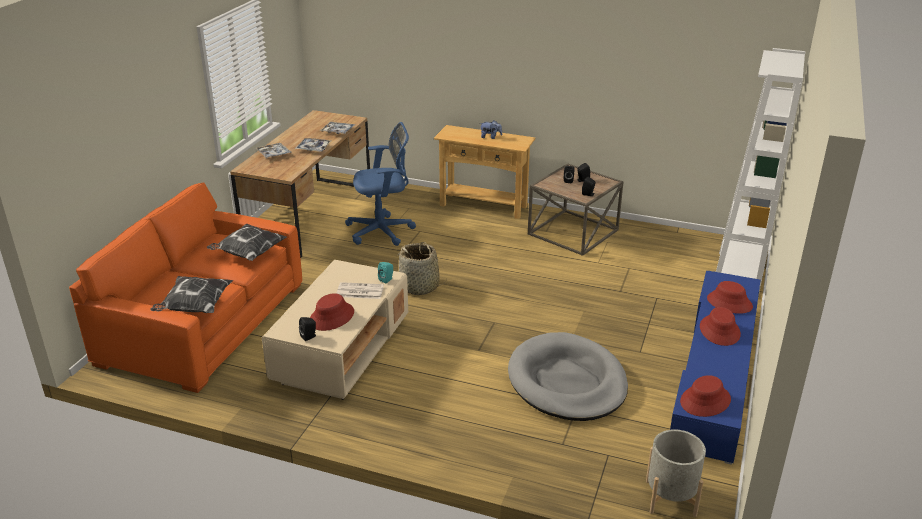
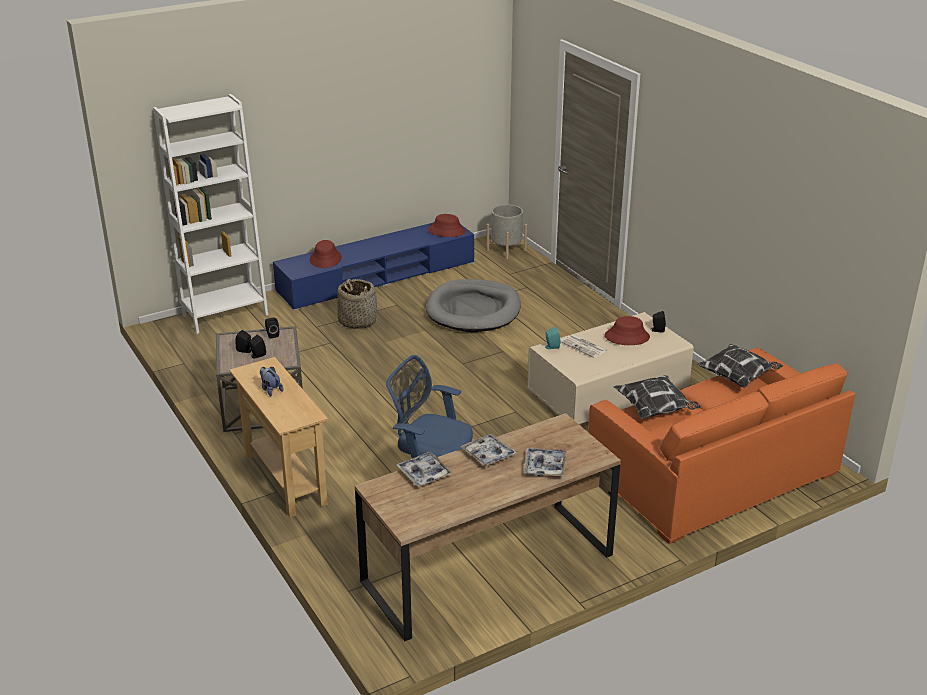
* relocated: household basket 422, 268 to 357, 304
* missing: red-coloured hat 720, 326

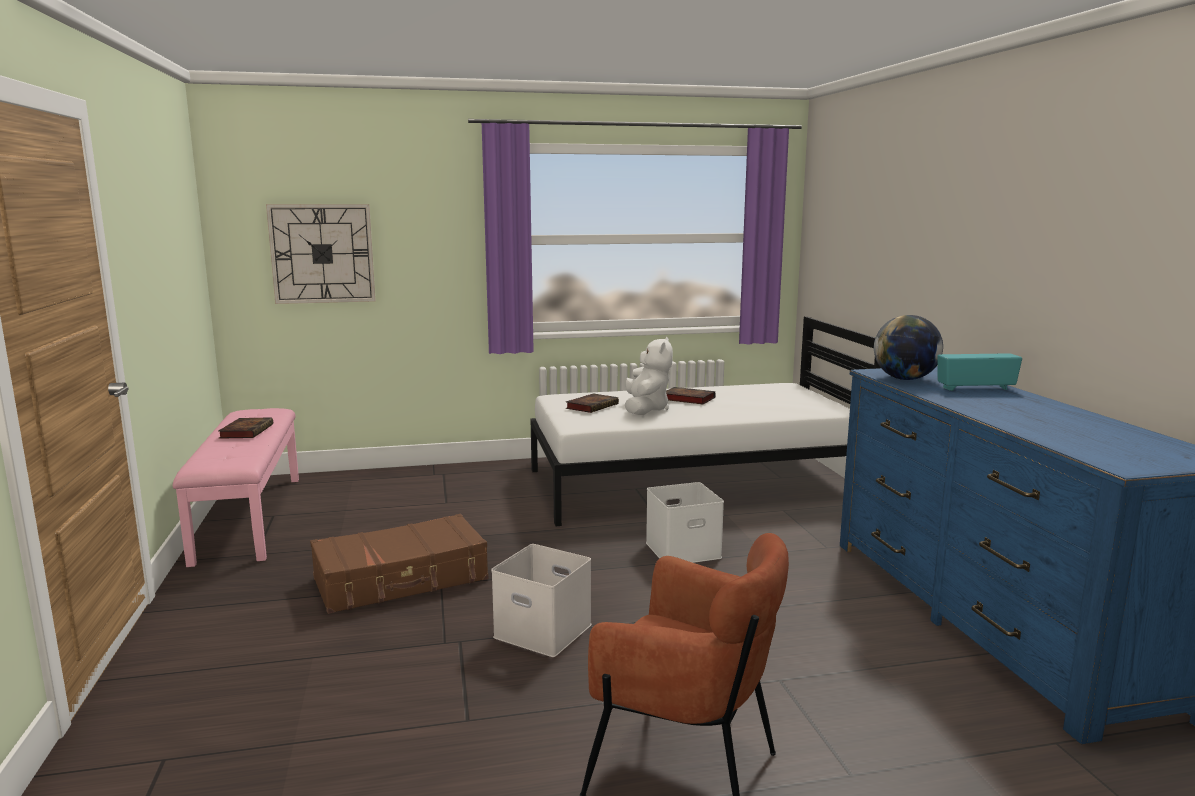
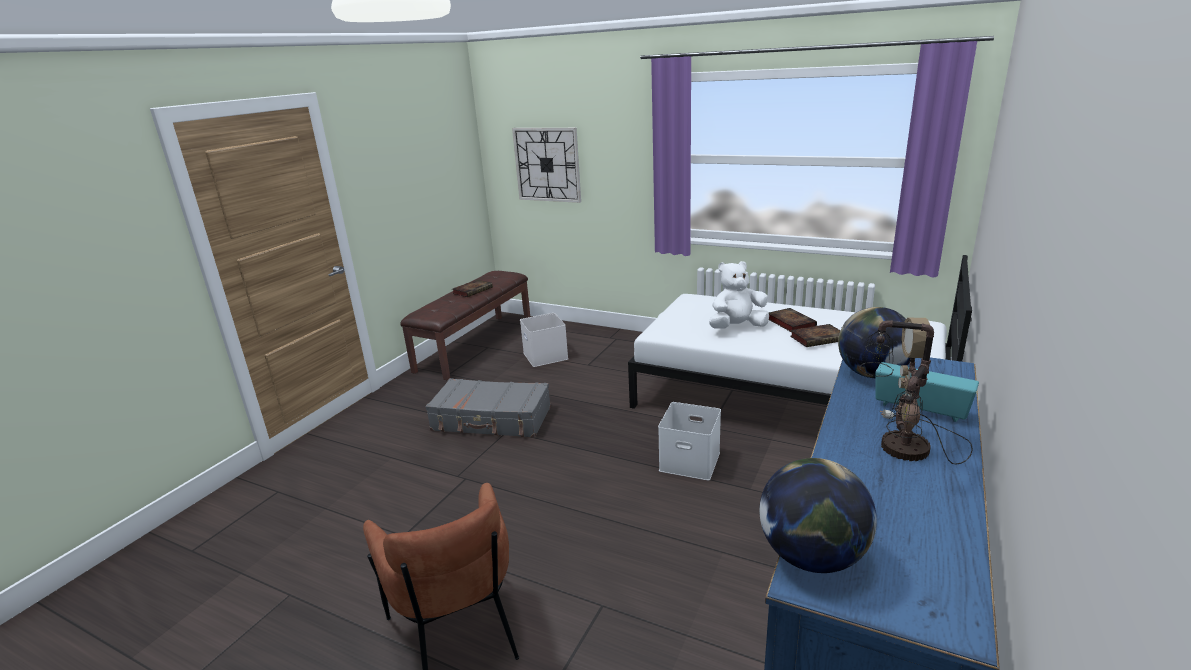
* colour: pinkish indoor bench 236, 487 to brown-coloured indoor bench 465, 326
* colour: brown-coloured travel case 399, 564 to greyish travel case 488, 408
* relocated: whitish storage bin 541, 600 to 544, 340
* spun: whitish cuddly toy 649, 376 = 739, 295 150 degrees counterclockwise
* appeared: desk globe 818, 515
* relocated: volume 592, 403 to 815, 335
* appeared: lamp for a table 916, 391

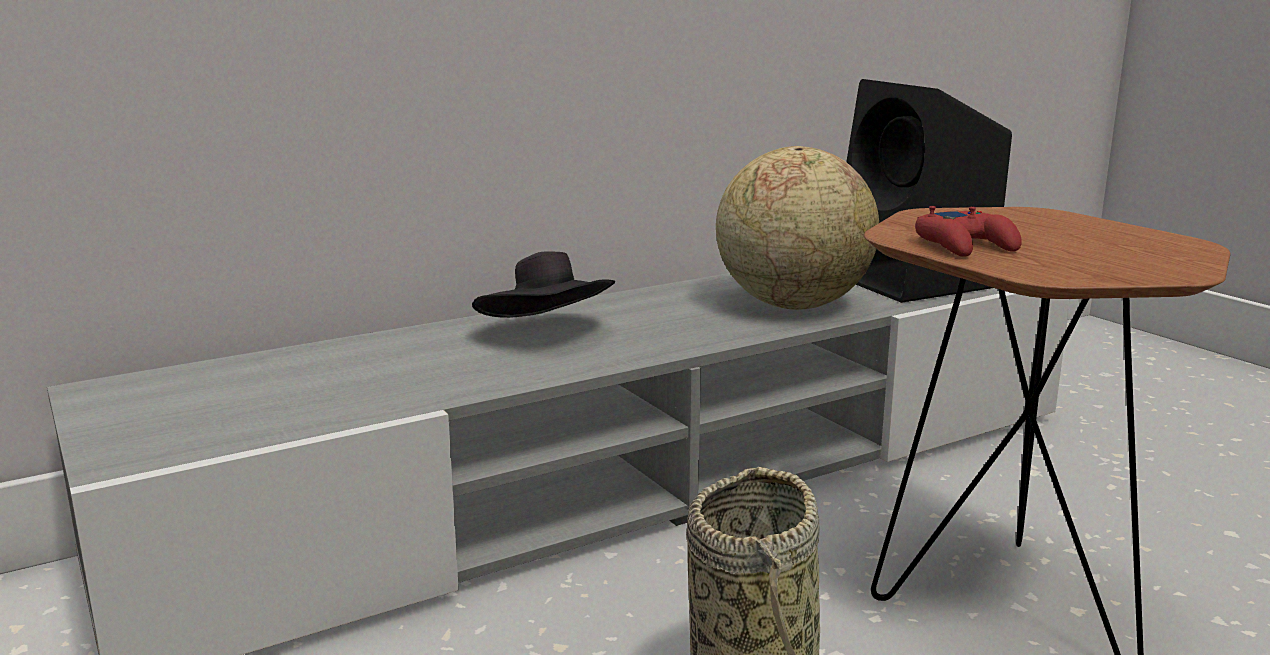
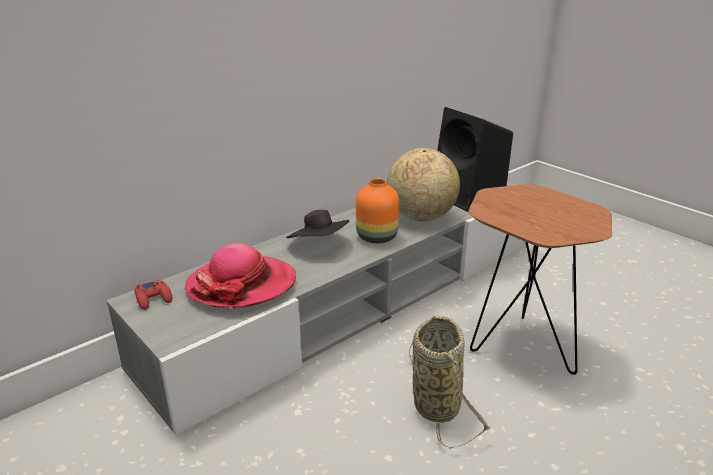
* relocated: red-coloured game controller 968, 231 to 153, 295
* appeared: hat 240, 276
* appeared: orangey decorative vase 378, 210

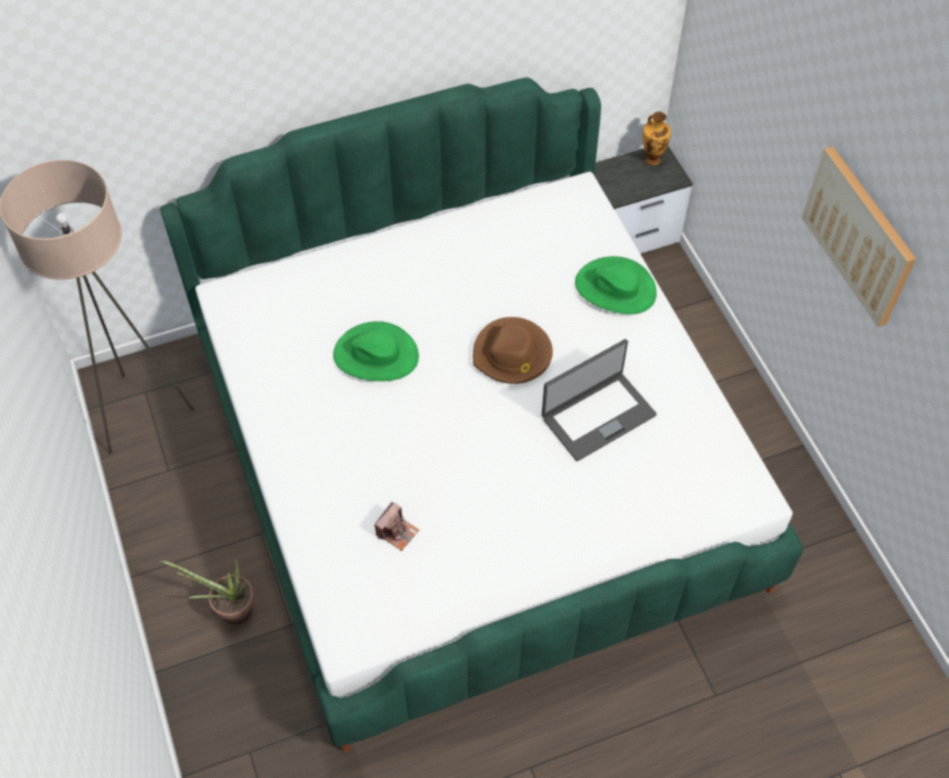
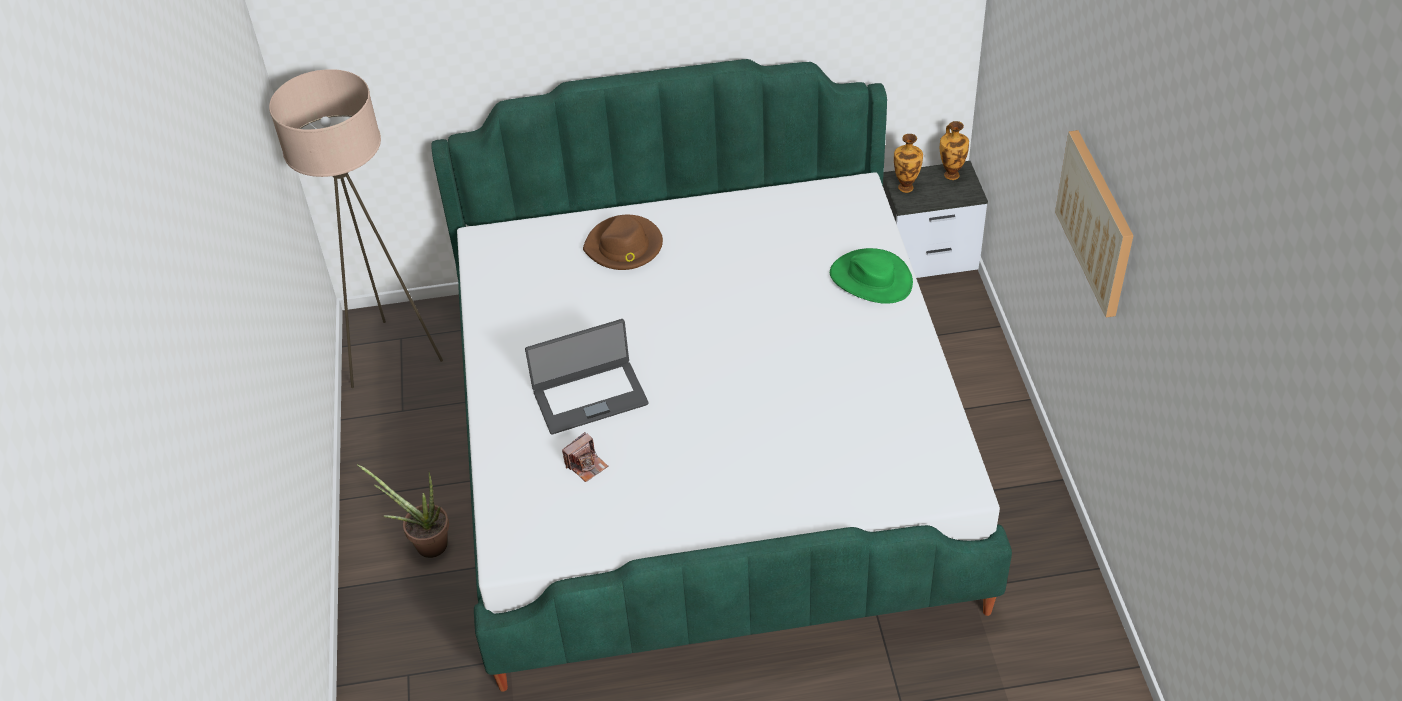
* relocated: laptop 599, 400 to 587, 377
* relocated: brown-coloured hat 513, 350 to 623, 242
* appeared: decorative vase 908, 163
* missing: green hat 376, 351

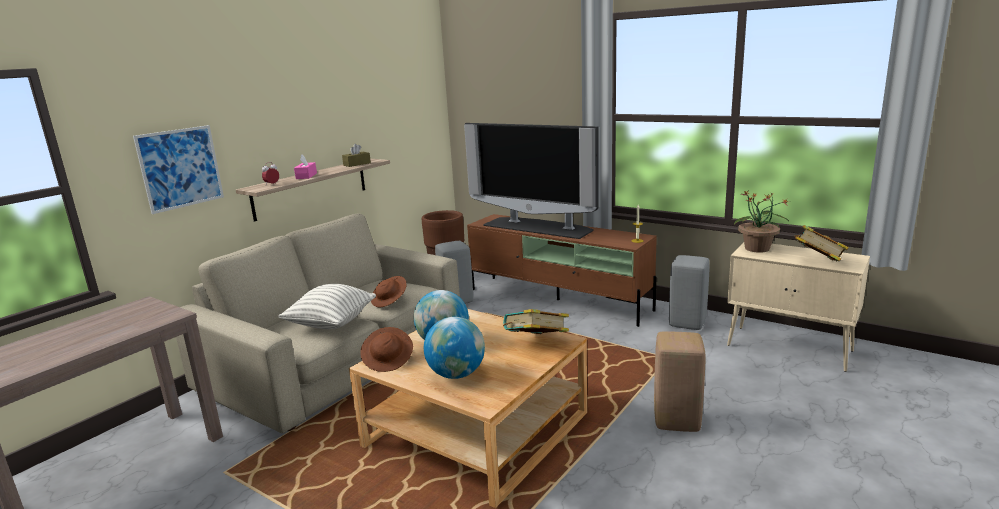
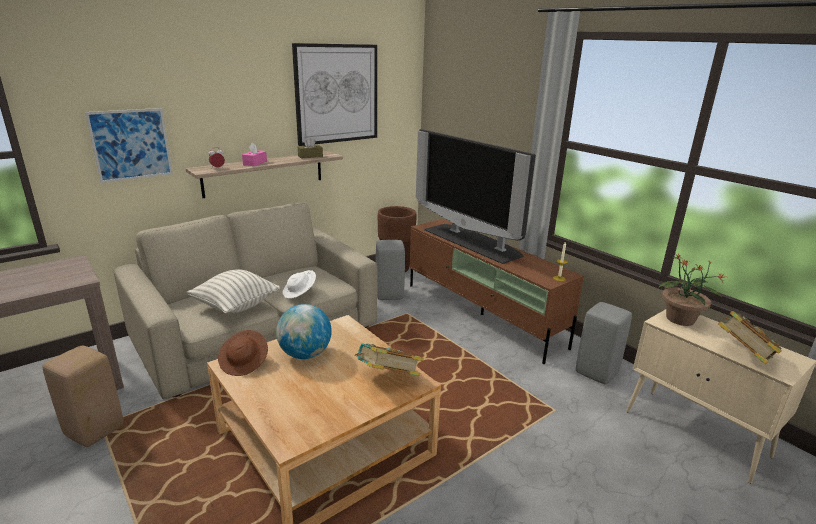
* relocated: beige-coloured stool 680, 381 to 83, 396
* colour: brown-coloured hat 388, 292 to whitish hat 299, 284
* appeared: wall art 334, 94
* missing: desk globe 454, 348

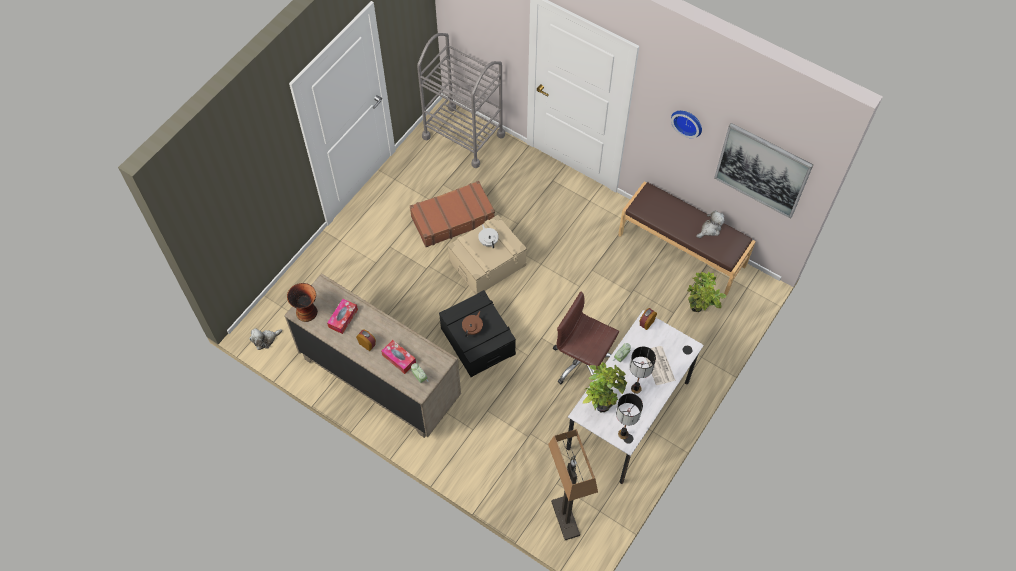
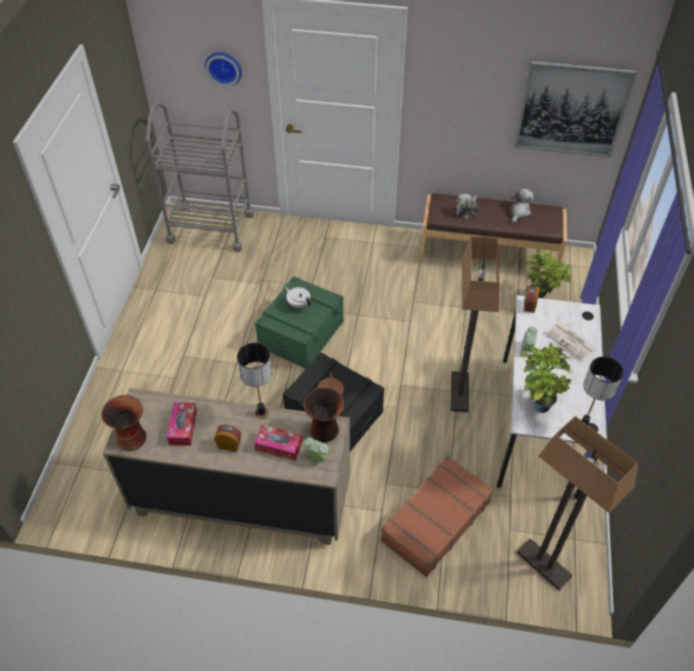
* relocated: hanging clock 686, 124 to 223, 69
* relocated: lamp for a table 642, 370 to 254, 381
* colour: beige-coloured storage bin 487, 255 to green storage bin 299, 322
* appeared: decorative vase 324, 414
* relocated: brown-coloured travel case 452, 214 to 437, 516
* exchanged: brown-coloured office chair 586, 338 to standing lamp 475, 324
* relocated: cuddly toy 265, 339 to 467, 206

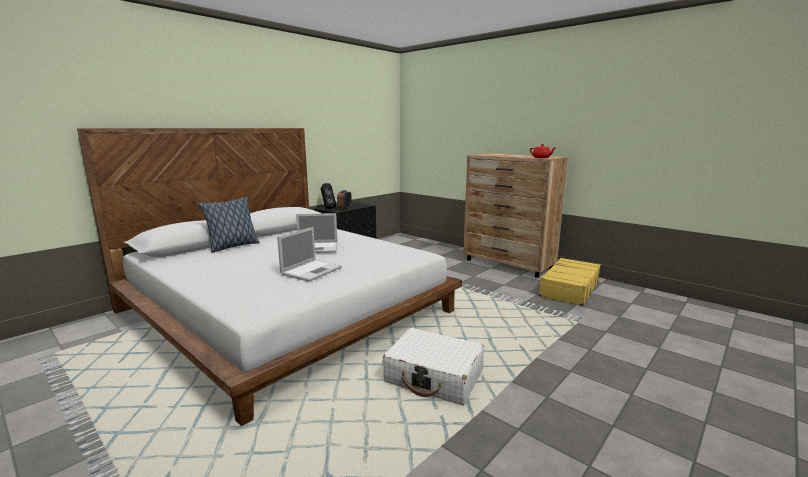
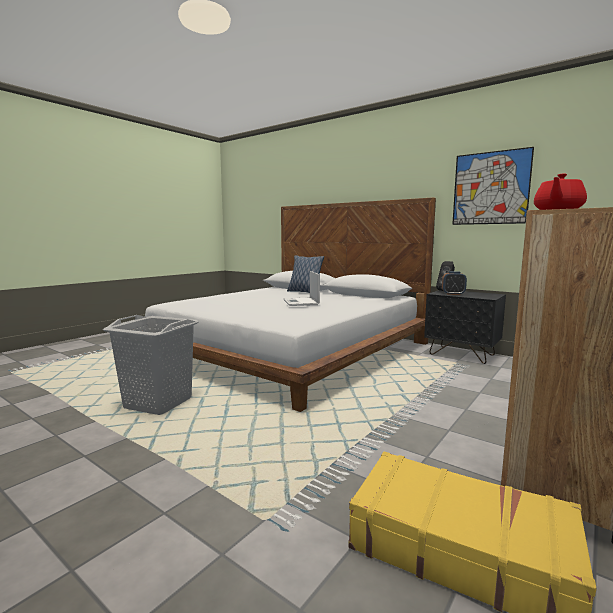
* exchanged: whitish travel case 433, 366 to greyish hamper 150, 365
* appeared: wall art 493, 186
* missing: laptop 309, 254

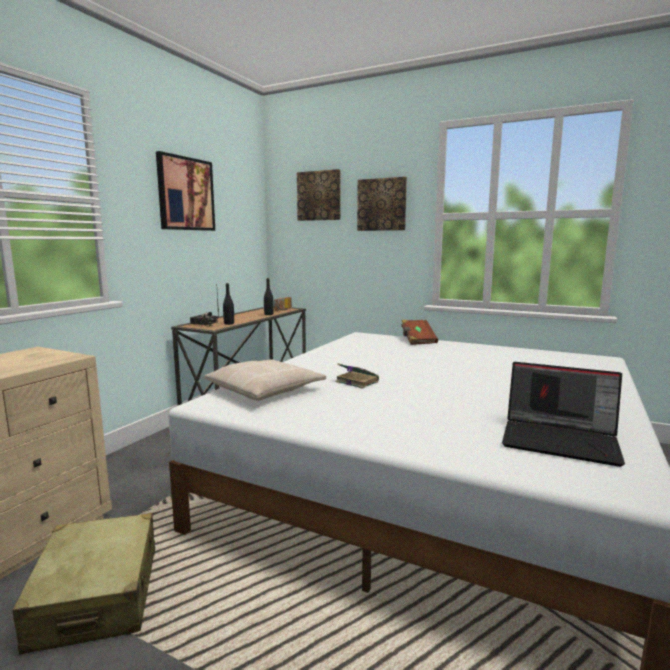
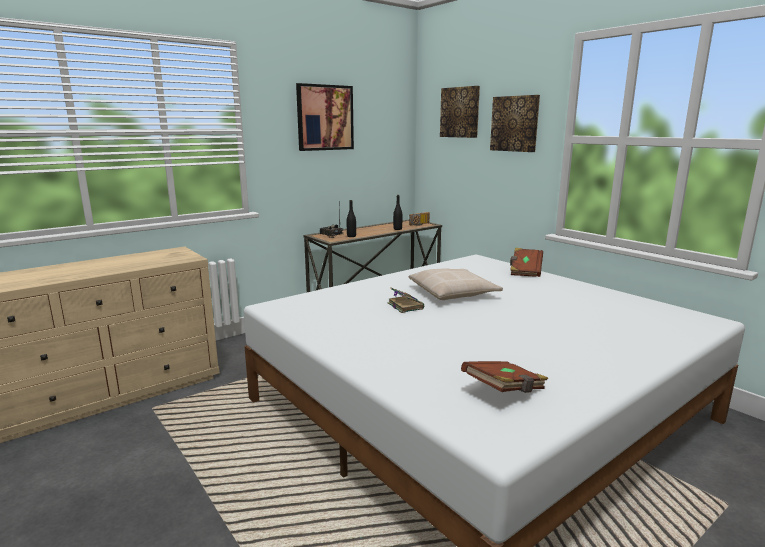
* relocated: beige-coloured cushion 265, 380 to 456, 284
* exchanged: laptop 563, 414 to brown-coloured volume 504, 377
* missing: beige-coloured travel case 84, 584

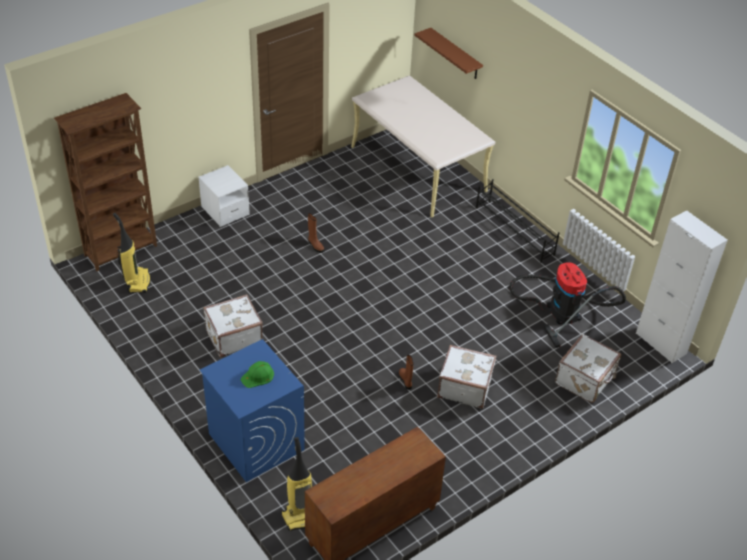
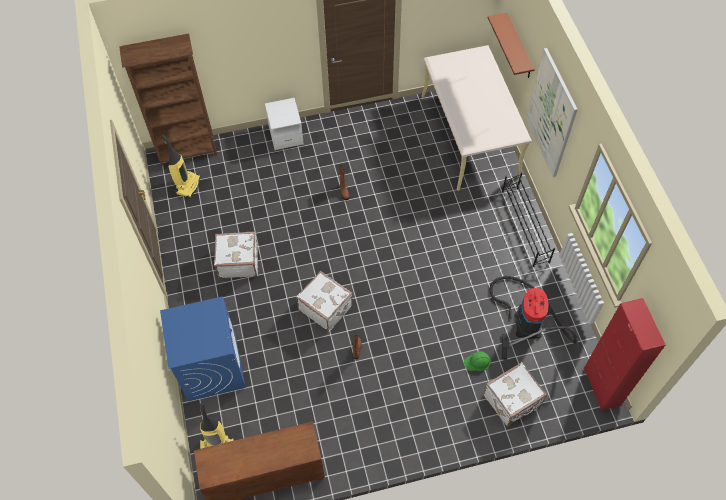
* relocated: whitish travel case 466, 377 to 324, 301
* relocated: green safety helmet 257, 374 to 477, 361
* appeared: wall art 552, 112
* colour: whitish storage cabinet 682, 286 to red-coloured storage cabinet 625, 354

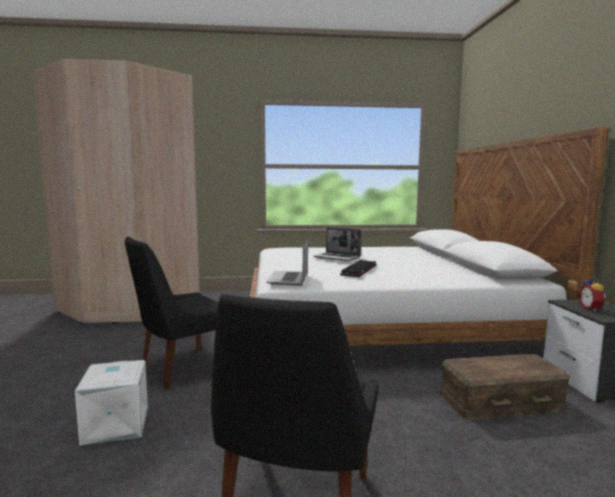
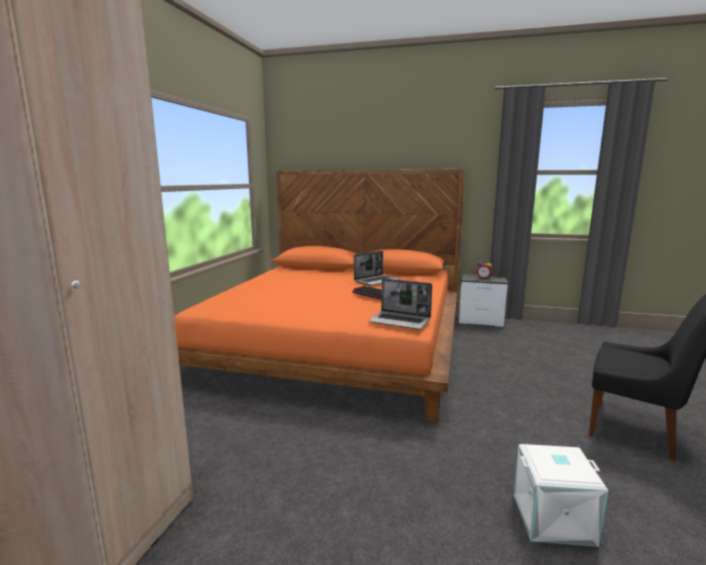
* colour: whitish bedroom bed 429, 236 to orangey bedroom bed 319, 295
* relocated: laptop 337, 244 to 377, 268
* missing: black plain chair 172, 313
* missing: brown-coloured storage bin 505, 387

